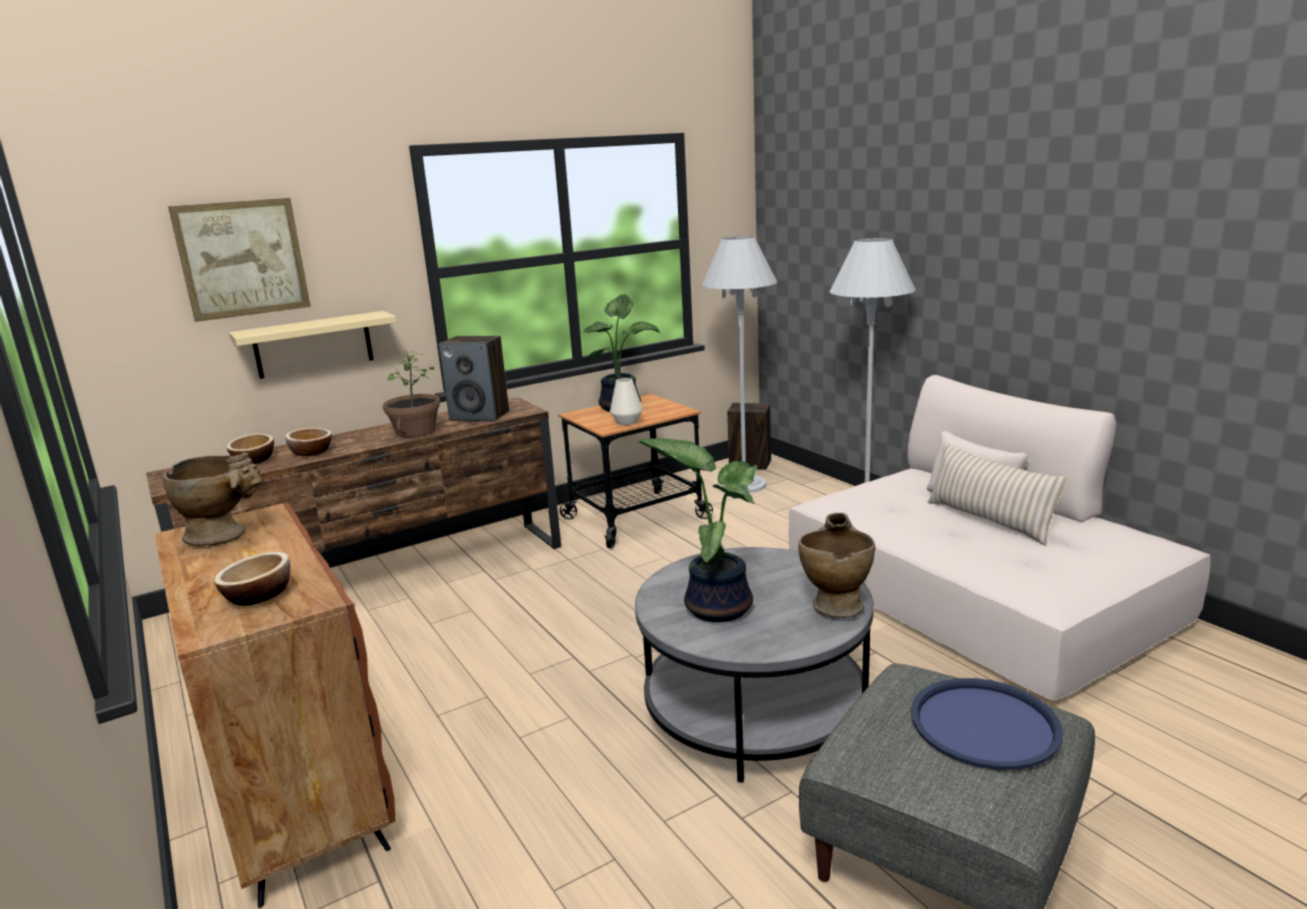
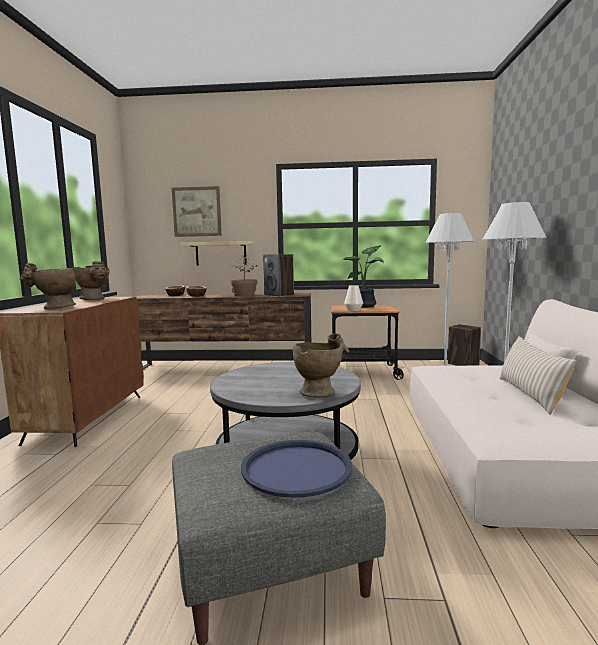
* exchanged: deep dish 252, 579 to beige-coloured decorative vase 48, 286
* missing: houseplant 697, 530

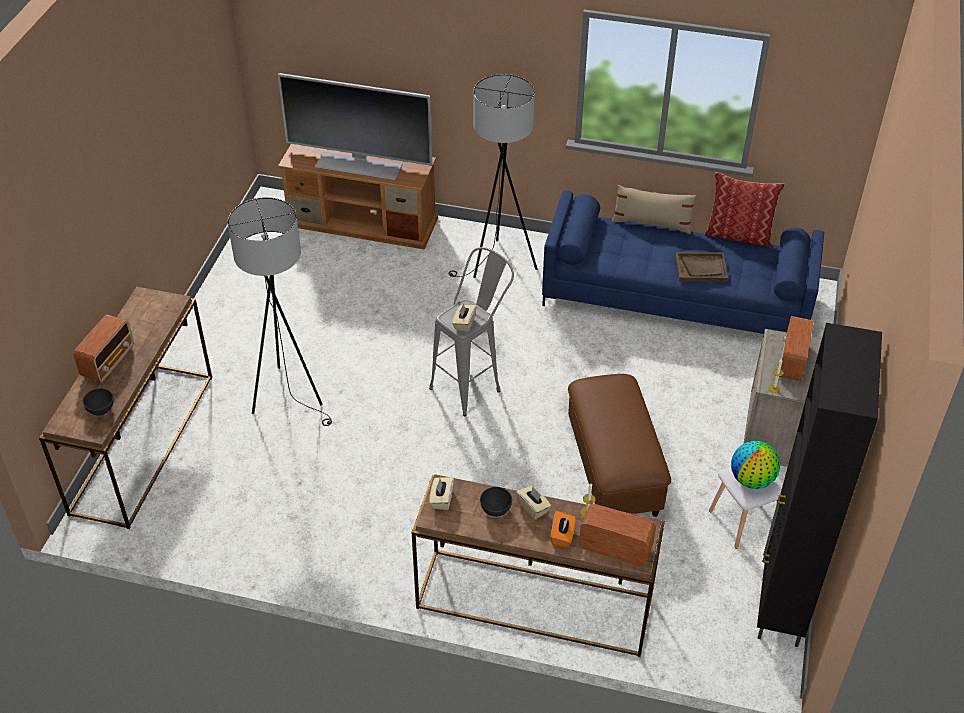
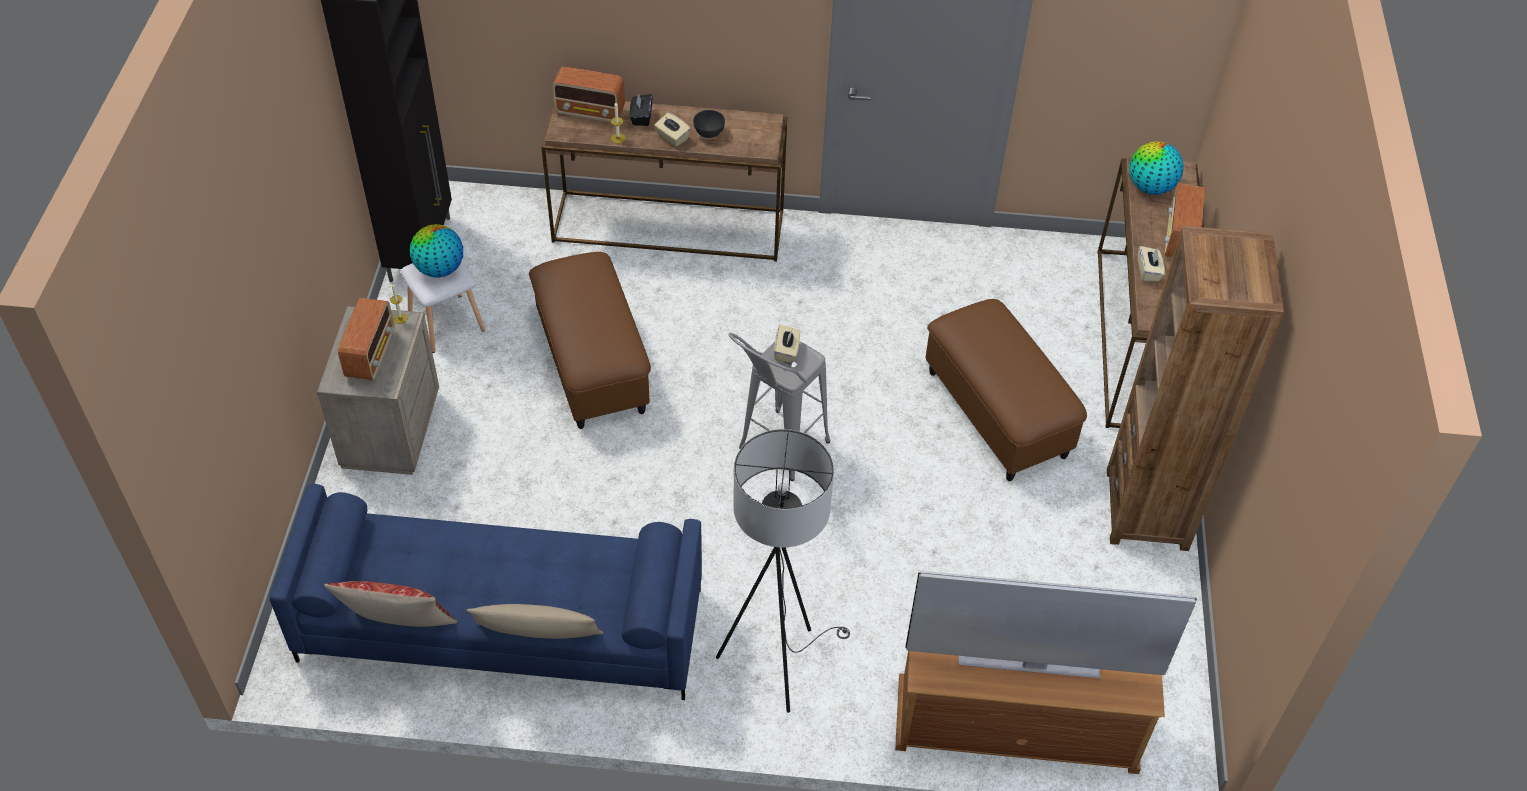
* colour: orangey tissue holder 562, 529 to black tissue holder 641, 109
* exchanged: greyish standing lamp 280, 311 to brown-coloured pouffe 1006, 390
* appeared: brown-coloured bookcase 1195, 388
* exchanged: greyish deep dish 98, 402 to desk globe 1156, 168
* relocated: beige-coloured tissue holder 441, 493 to 1151, 263
* missing: brown-coloured carrying tray 701, 267

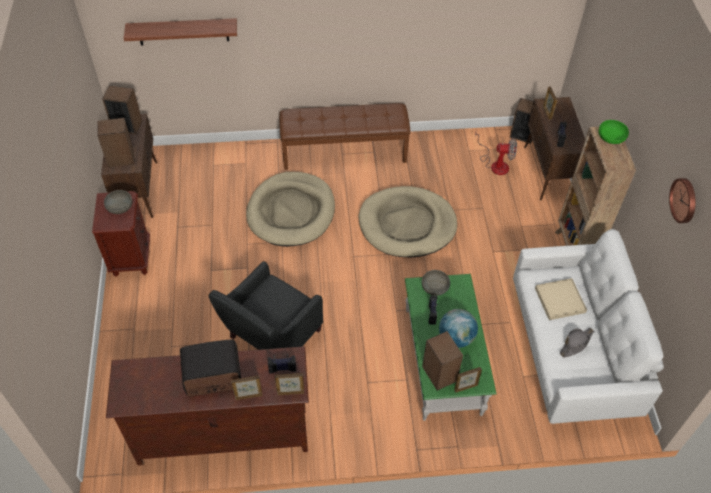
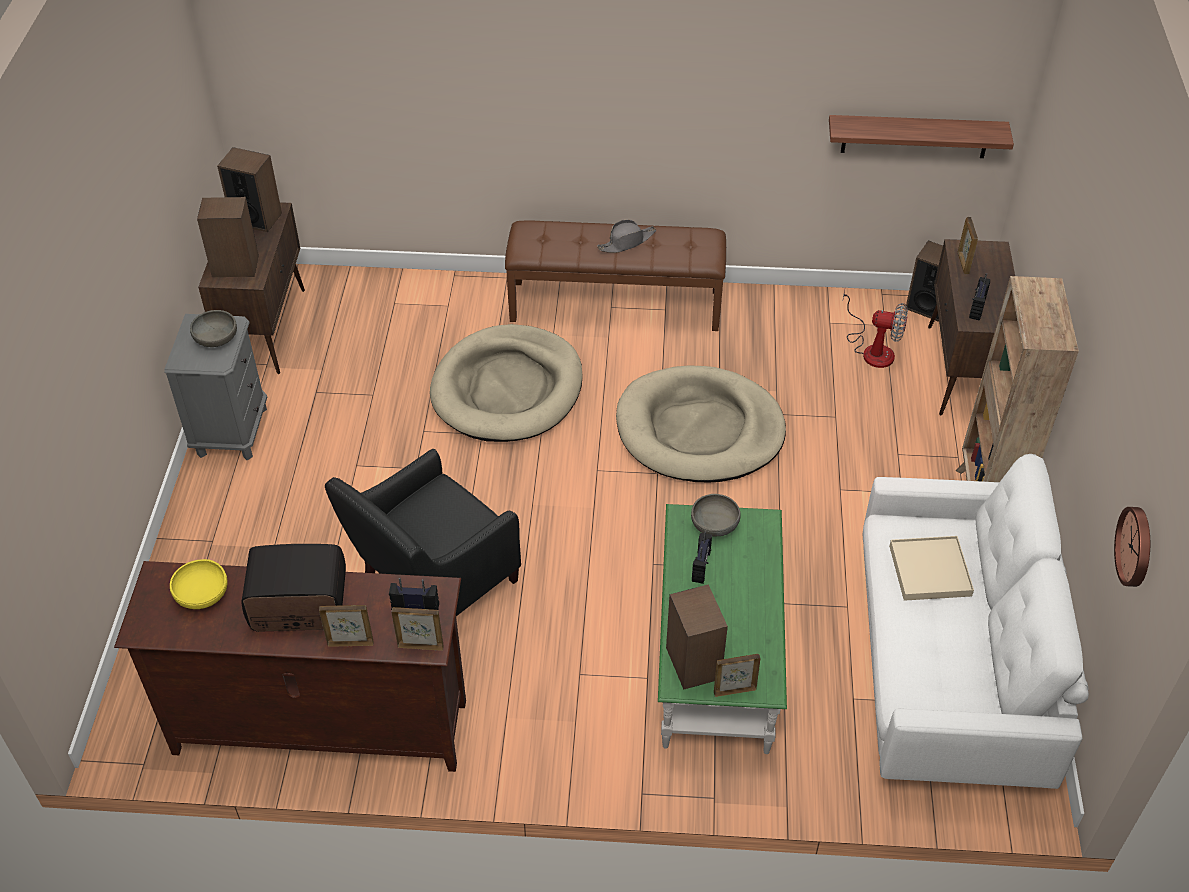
* colour: brown-coloured bedside table 121, 234 to greyish bedside table 215, 387
* appeared: yellow deep dish 199, 584
* relocated: greyish hat 577, 342 to 626, 236
* relocated: bracket shelf 180, 31 to 921, 136
* relocated: hanging clock 682, 200 to 1132, 547
* missing: desk globe 458, 328
* missing: green deep dish 614, 132

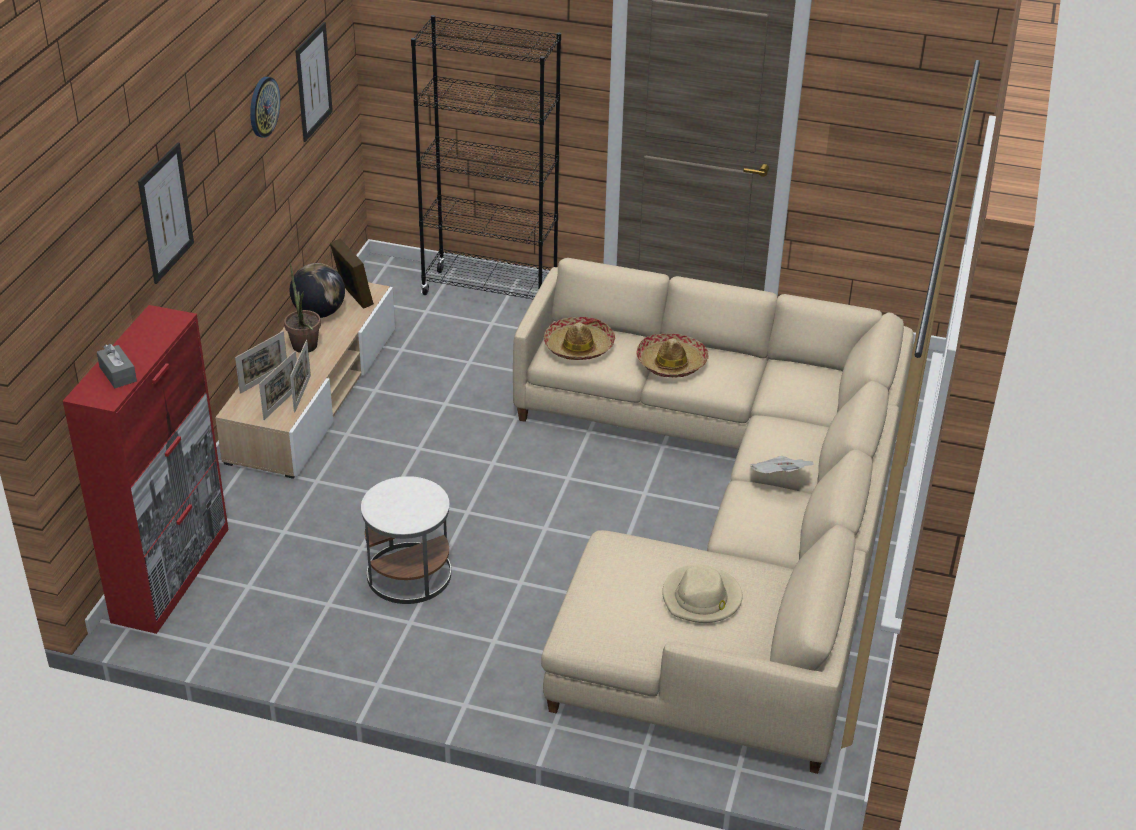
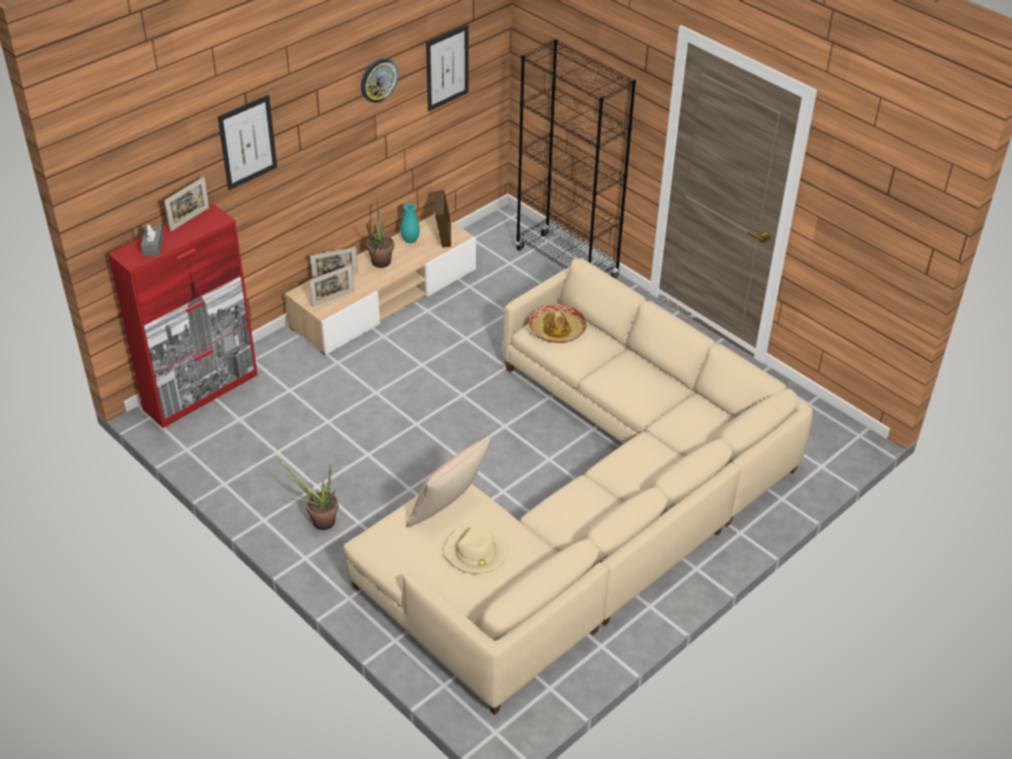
* relocated: picture frame 300, 376 to 186, 204
* appeared: houseplant 308, 495
* exchanged: desk globe 317, 290 to turquoise decorative vase 410, 223
* appeared: beige-coloured cushion 448, 482
* missing: whitish accent table 406, 540
* missing: hat 672, 355
* missing: printed paper 781, 464

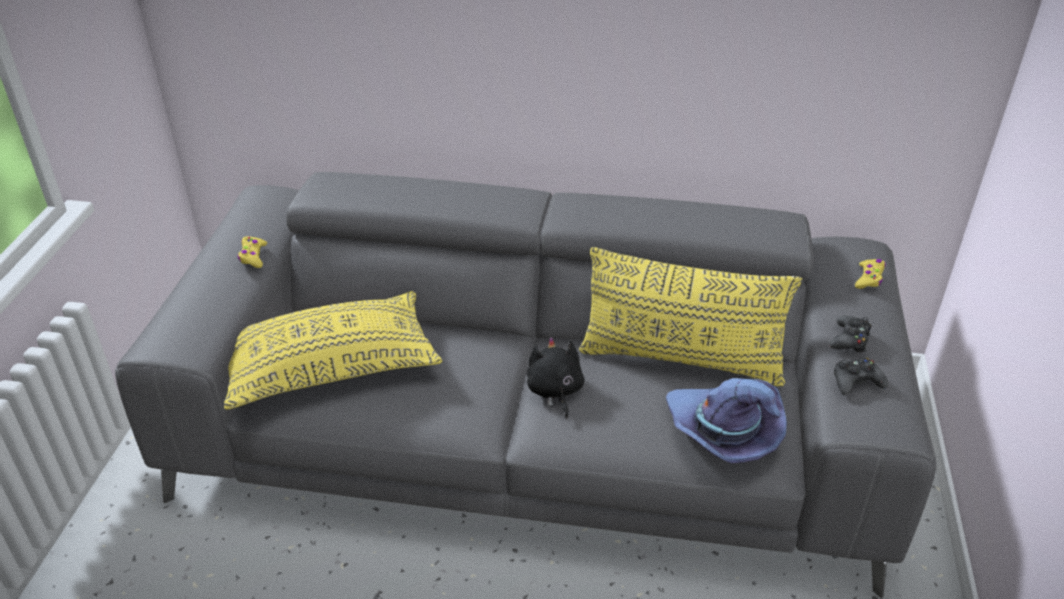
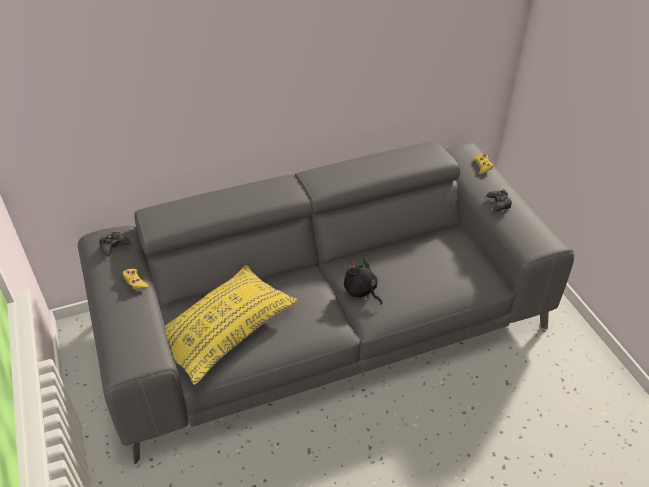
* relocated: black game controller 861, 376 to 115, 244
* missing: yellow cushion 690, 317
* missing: purple-coloured hat 726, 420

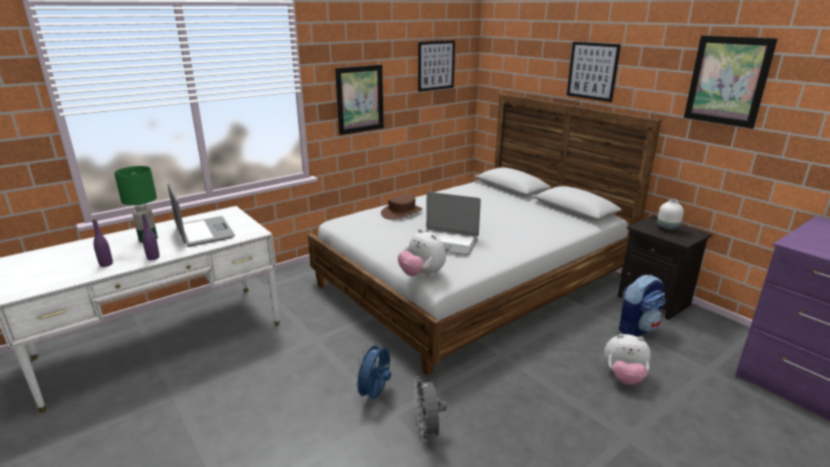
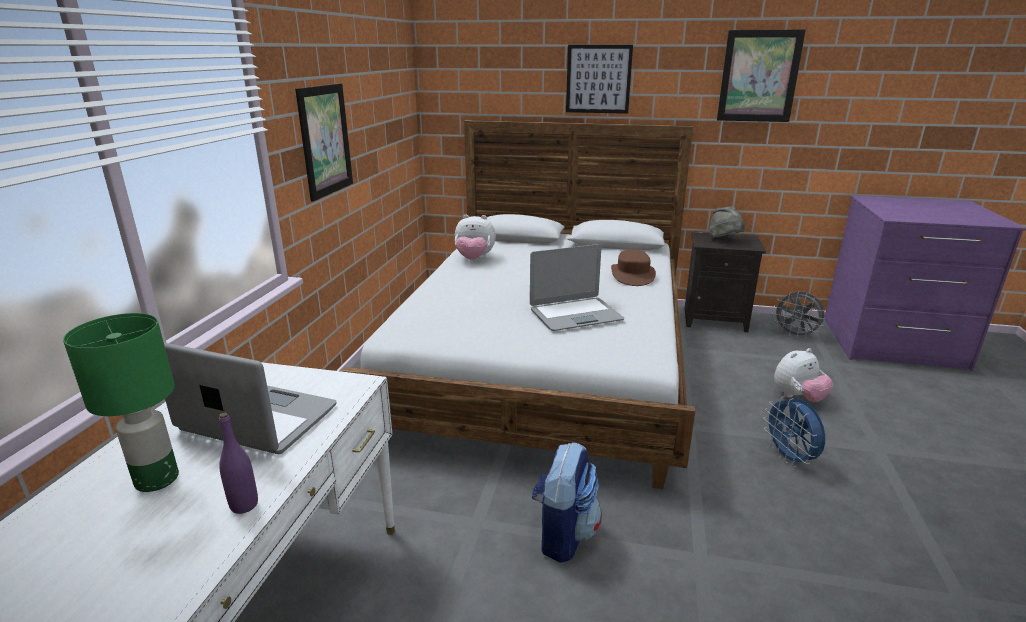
* relocated: cuddly toy 422, 252 to 475, 237
* relocated: knapsack 642, 306 to 567, 502
* relocated: brown-coloured hat 401, 207 to 633, 267
* exchanged: whitish decorative vase 670, 215 to greyish hat 727, 222
* relocated: bluish fan 372, 370 to 794, 431
* relocated: greyish fan 430, 408 to 798, 315
* missing: purple-coloured bottle 102, 243
* missing: wall art 436, 66

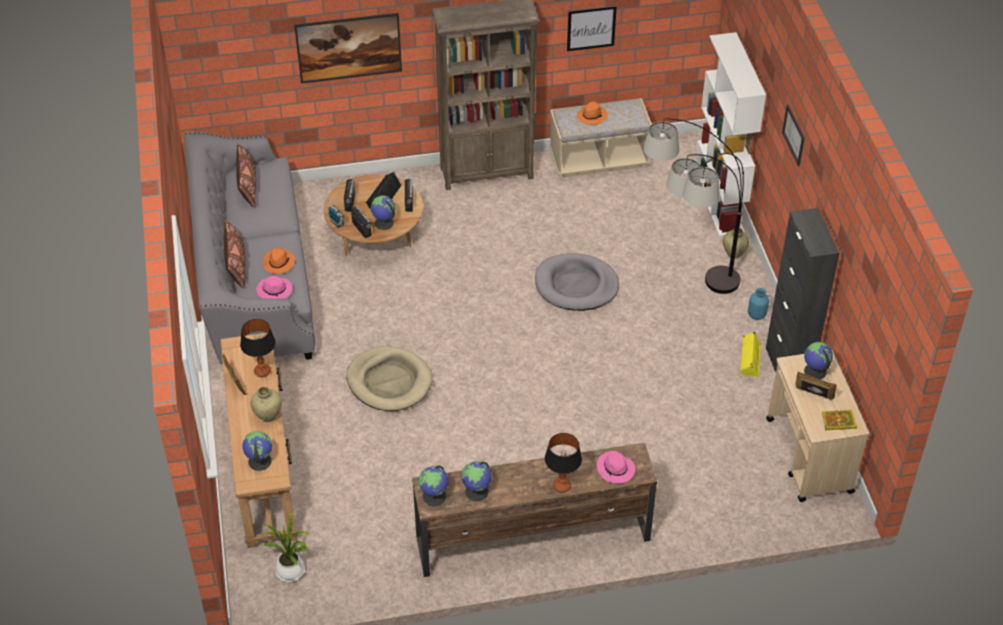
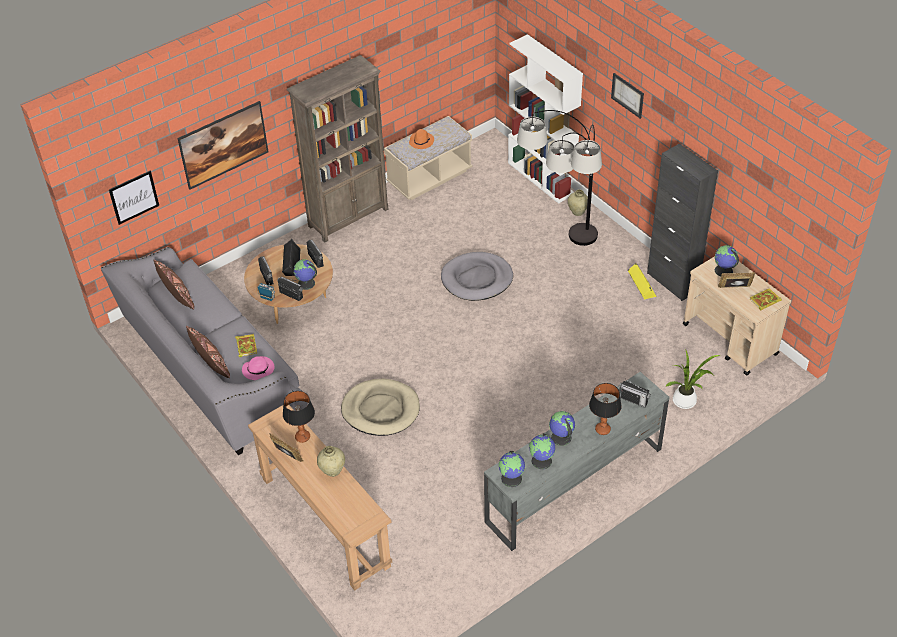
* relocated: wall art 592, 28 to 134, 198
* exchanged: orangey hat 279, 260 to volume 246, 345
* colour: brown-coloured tv stand 534, 510 to greyish tv stand 577, 461
* relocated: desk globe 257, 451 to 562, 428
* exchanged: pinkish hat 616, 467 to radio set 635, 393
* relocated: houseplant 285, 547 to 692, 379
* missing: bluish decorative vase 758, 304

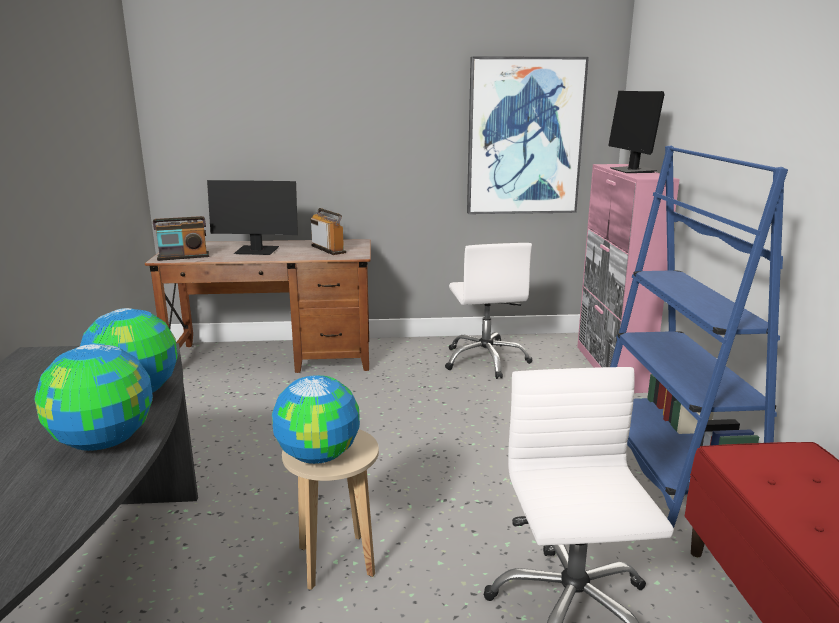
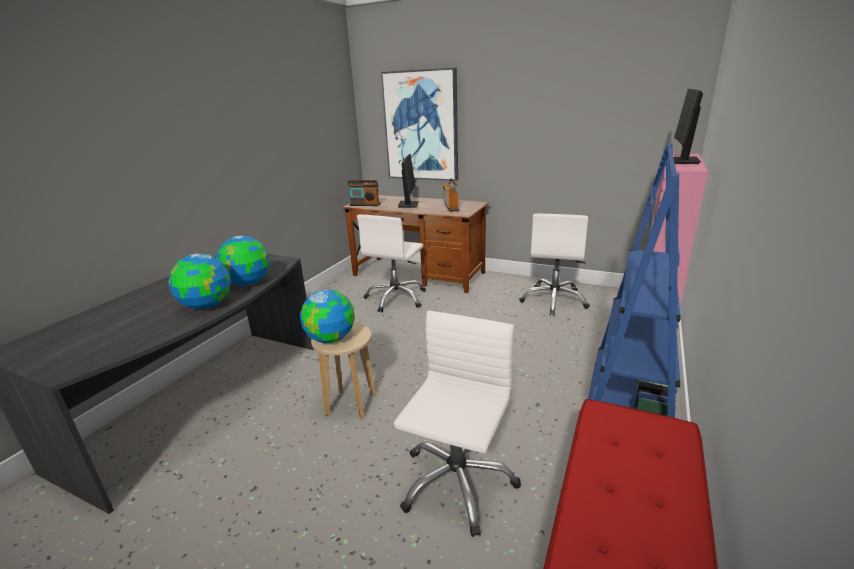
* appeared: whitish office chair 391, 263
* relocated: wall art 528, 135 to 419, 124
* spun: computer display 252, 217 = 408, 181 120 degrees counterclockwise

